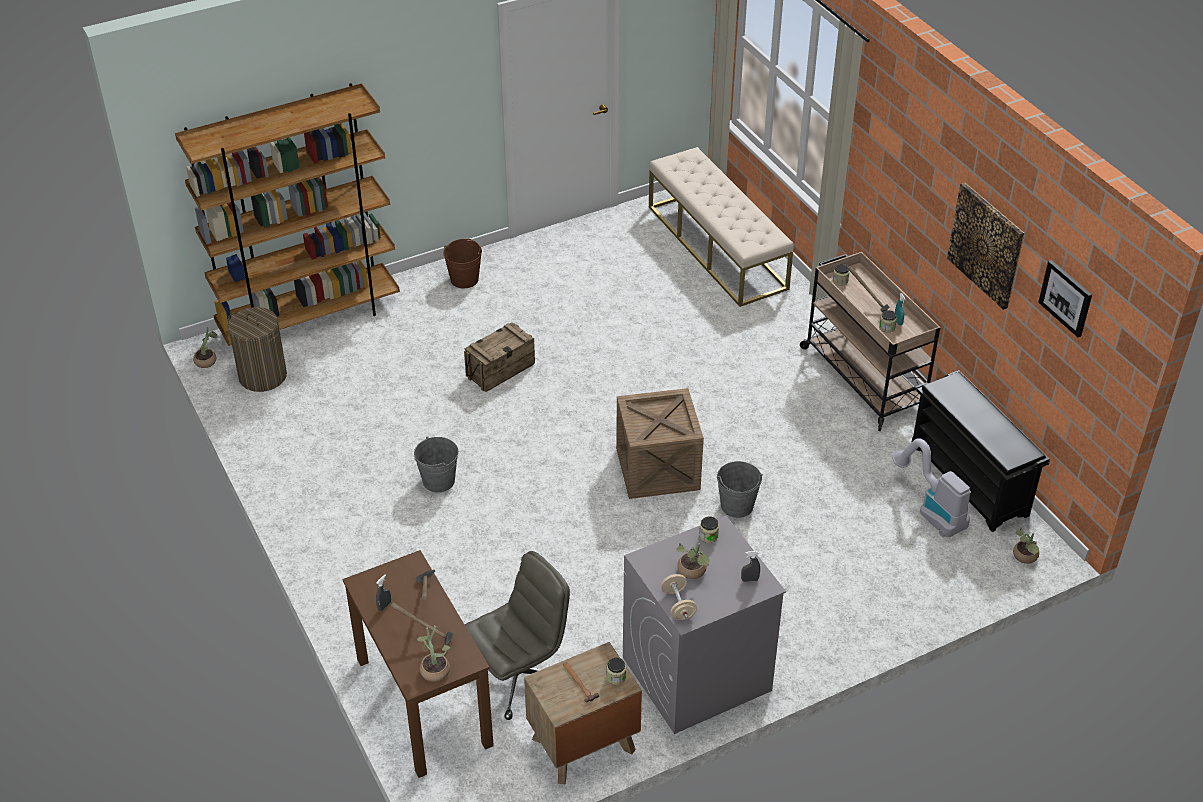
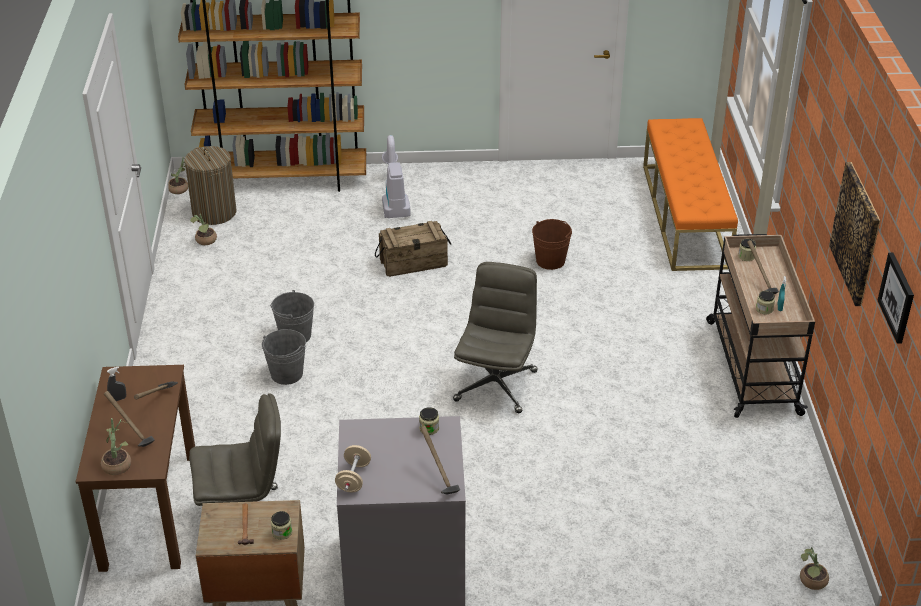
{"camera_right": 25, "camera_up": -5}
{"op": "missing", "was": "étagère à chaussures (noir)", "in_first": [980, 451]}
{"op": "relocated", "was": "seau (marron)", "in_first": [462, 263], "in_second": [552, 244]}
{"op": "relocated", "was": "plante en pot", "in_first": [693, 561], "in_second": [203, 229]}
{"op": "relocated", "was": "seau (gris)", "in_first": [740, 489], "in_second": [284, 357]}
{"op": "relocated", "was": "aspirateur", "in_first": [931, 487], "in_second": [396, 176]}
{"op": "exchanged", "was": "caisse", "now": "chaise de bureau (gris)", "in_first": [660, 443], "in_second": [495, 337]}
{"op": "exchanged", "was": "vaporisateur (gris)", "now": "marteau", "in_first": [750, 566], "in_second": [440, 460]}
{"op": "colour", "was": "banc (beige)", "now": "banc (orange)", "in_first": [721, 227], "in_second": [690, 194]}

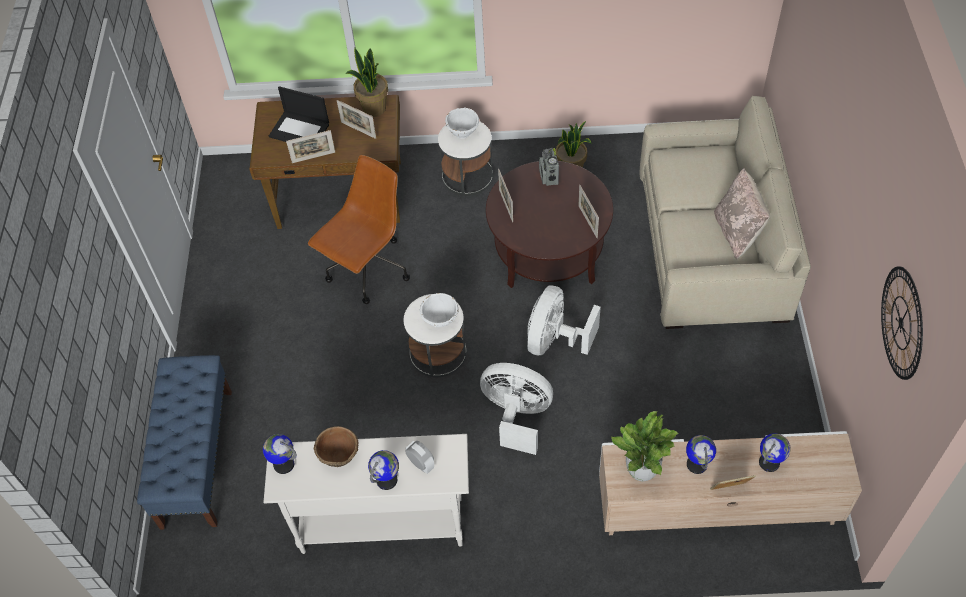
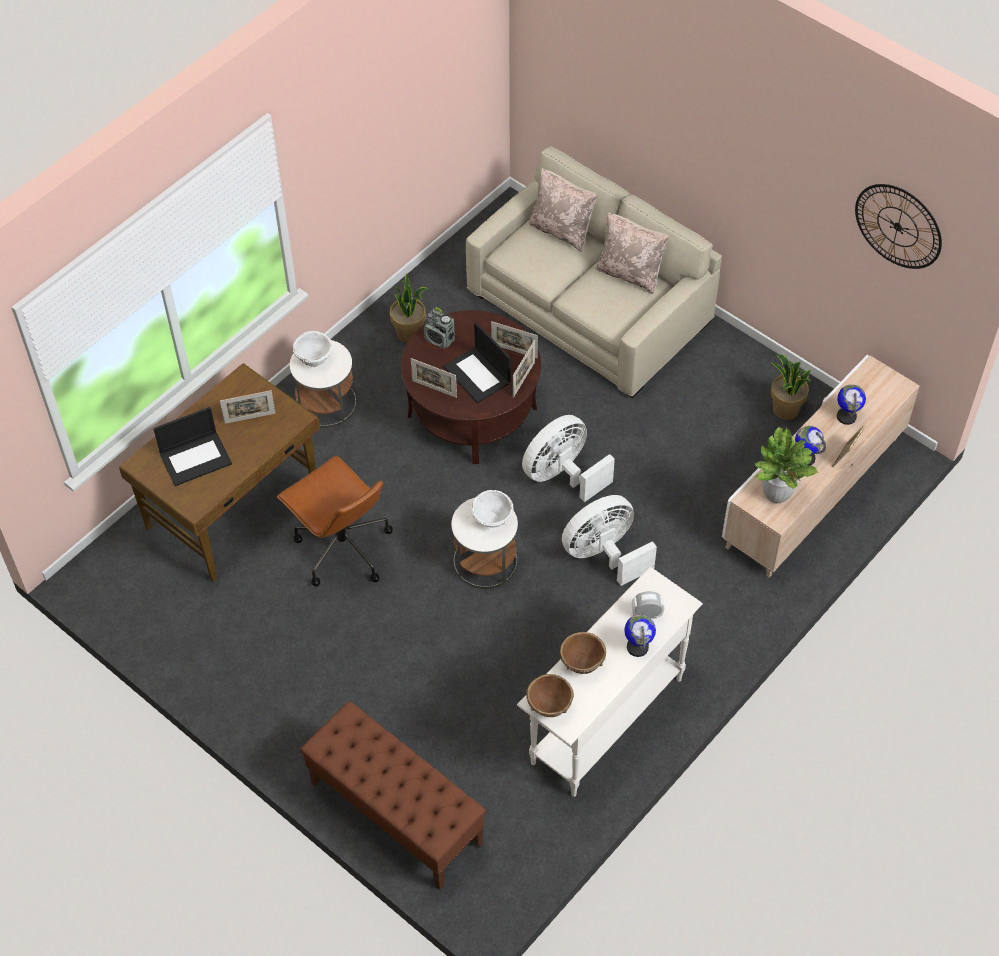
{"camera_right": -50, "camera_up": 0}
{"op": "appeared", "now": "ordinateur portable", "in_second": [476, 362]}
{"op": "appeared", "now": "coussin (beige)", "in_second": [562, 210]}
{"op": "relocated", "was": "cadre photo", "in_first": [310, 146], "in_second": [524, 369]}
{"op": "relocated", "was": "plante en pot", "in_first": [367, 82], "in_second": [791, 387]}
{"op": "exchanged", "was": "globe", "now": "bol (marron)", "in_first": [280, 454], "in_second": [550, 695]}
{"op": "colour", "was": "banc (bleu)", "now": "banc (marron)", "in_first": [184, 442], "in_second": [393, 795]}
{"op": "spun", "was": "chaise de bureau (marron)", "in_first": [359, 229], "in_second": [335, 521], "clockwise": 150}
{"op": "spun", "was": "ventilateur (blanc)", "in_first": [564, 320], "in_second": [568, 458], "clockwise": 75}

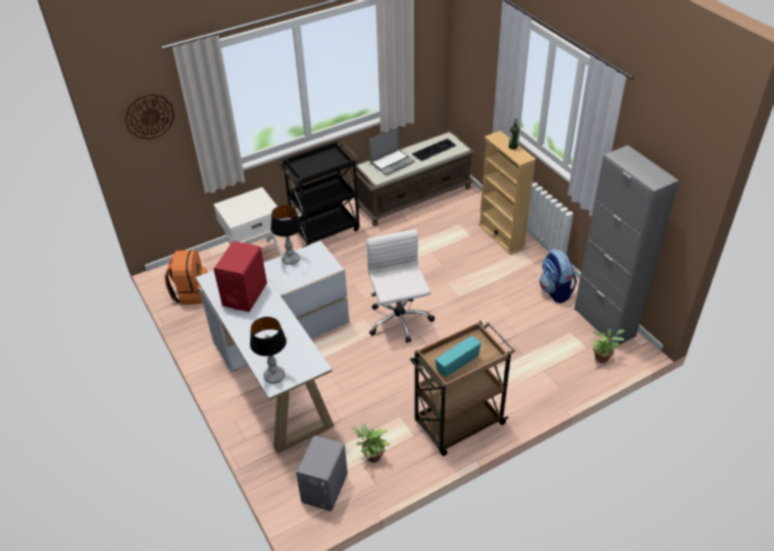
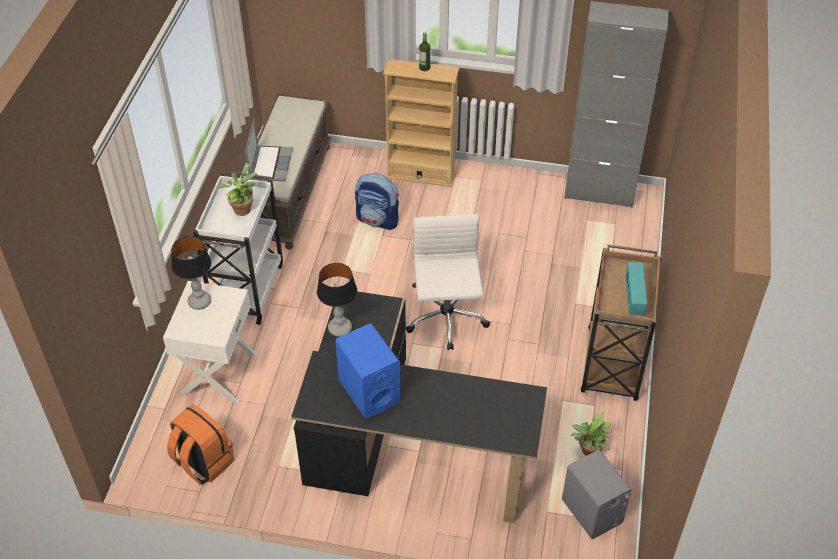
{"camera_right": -50, "camera_up": 5}
{"op": "missing", "was": "horloge murale", "in_first": [149, 117]}
{"op": "missing", "was": "clavier", "in_first": [434, 149]}
{"op": "relocated", "was": "lampe de table", "in_first": [268, 350], "in_second": [191, 273]}
{"op": "relocated", "was": "sac à dos", "in_first": [558, 275], "in_second": [377, 201]}
{"op": "relocated", "was": "plante en pot", "in_first": [609, 346], "in_second": [237, 190]}
{"op": "colour", "was": "bureau (blanc)", "now": "bureau (noir)", "in_first": [272, 347], "in_second": [419, 407]}
{"op": "colour", "was": "enceinte (rouge)", "now": "enceinte (bleu)", "in_first": [240, 276], "in_second": [368, 371]}
{"op": "colour", "was": "chariot (noir)", "now": "chariot (blanc)", "in_first": [319, 194], "in_second": [238, 248]}
{"op": "spun", "was": "chaise de bureau (blanc)", "in_first": [400, 286], "in_second": [448, 282], "clockwise": 60}

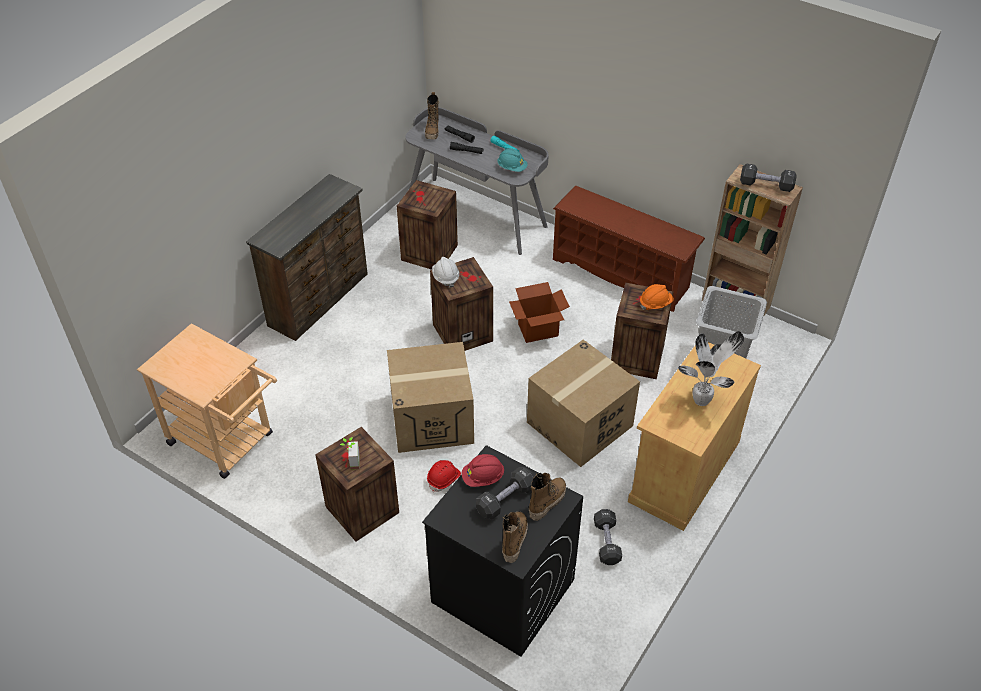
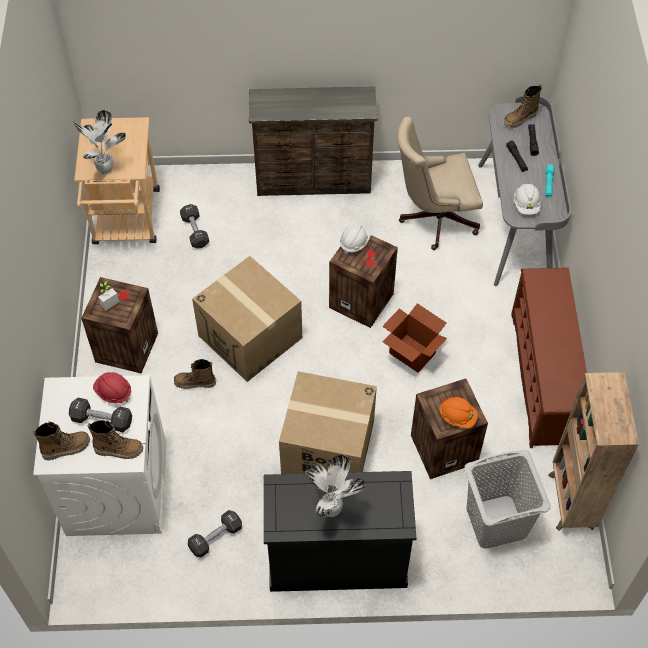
{"camera_right": 55, "camera_up": 10}
{"op": "appeared", "now": "plante en pot", "in_second": [99, 142]}
{"op": "relocated", "was": "haltère (noir)", "in_first": [768, 177], "in_second": [194, 226]}
{"op": "exchanged", "was": "caisse", "now": "chaise de bureau (beige)", "in_first": [427, 225], "in_second": [440, 183]}
{"op": "exchanged", "was": "casque de chantier (rouge)", "now": "botte", "in_first": [444, 476], "in_second": [195, 374]}
{"op": "colour", "was": "lave-linge (noir)", "now": "lave-linge (blanc)", "in_first": [502, 551], "in_second": [99, 455]}
{"op": "colour", "was": "casque de chantier (turquoise)", "now": "casque de chantier (blanc)", "in_first": [512, 160], "in_second": [527, 199]}
{"op": "colour", "was": "meuble de rangement (beige)", "now": "meuble de rangement (noir)", "in_first": [694, 436], "in_second": [340, 531]}

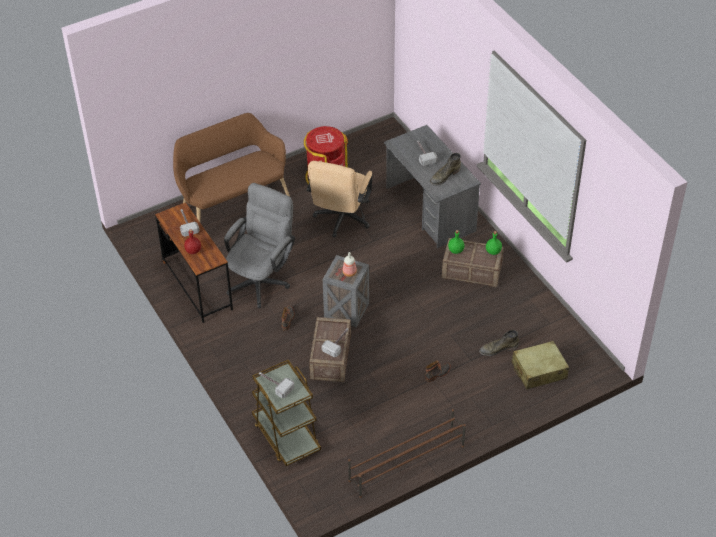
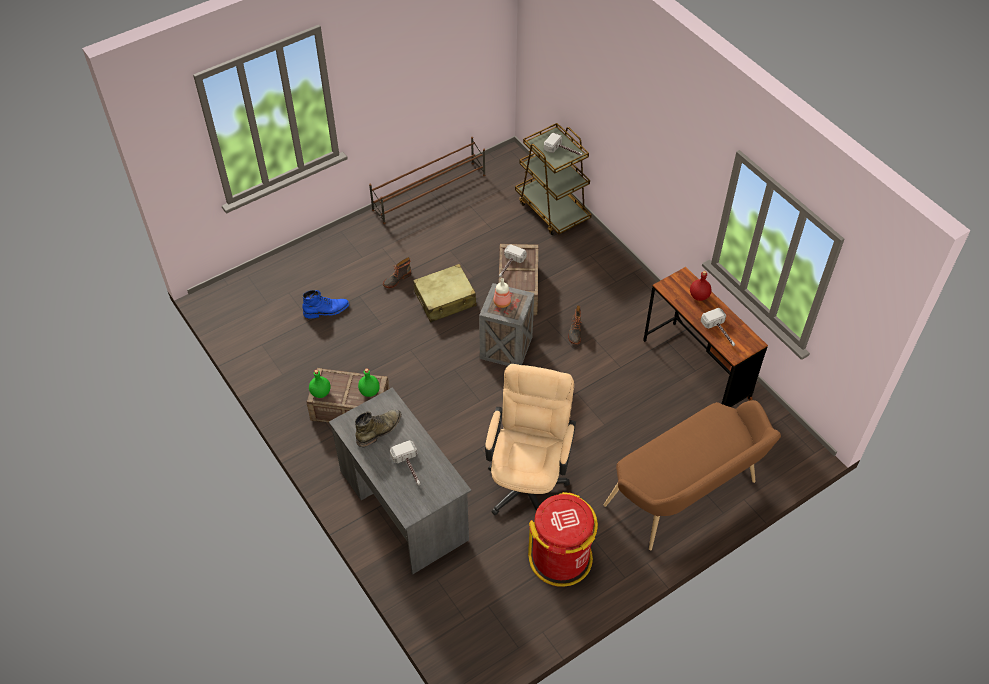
{"camera_right": 175, "camera_up": 5}
{"op": "missing", "was": "chaise de bureau (gris)", "in_first": [259, 245]}
{"op": "relocated", "was": "valise (beige)", "in_first": [540, 365], "in_second": [445, 293]}
{"op": "colour", "was": "botte (vert)", "now": "botte (bleu)", "in_first": [499, 343], "in_second": [325, 304]}

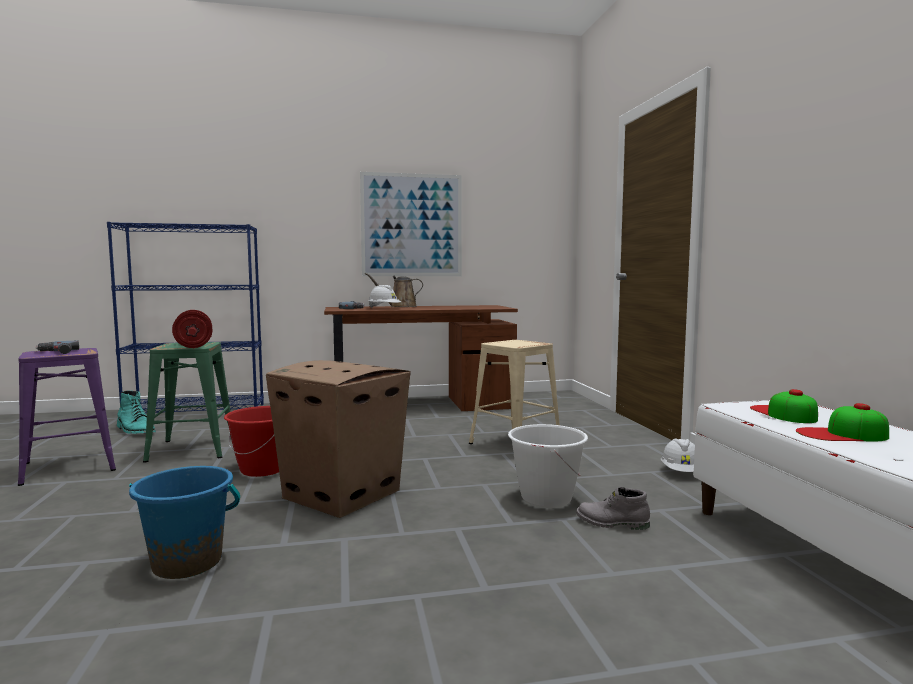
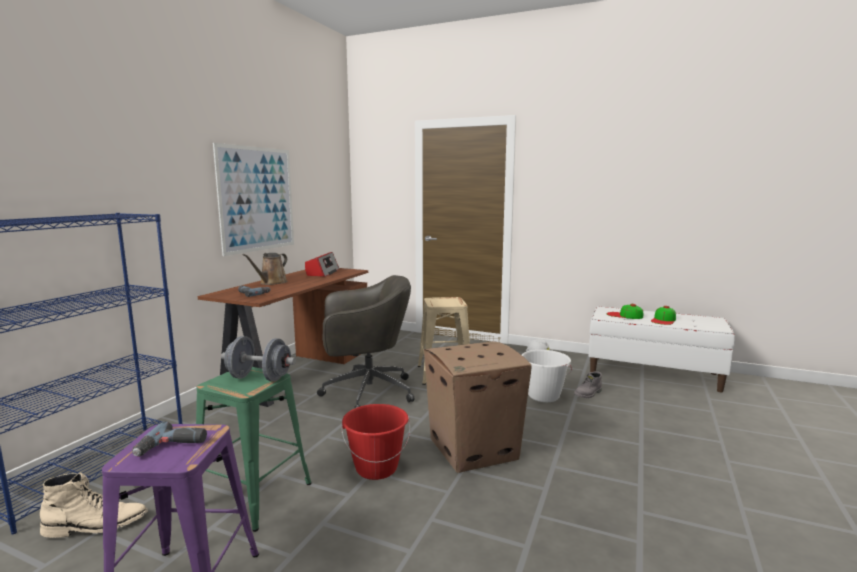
{"camera_right": -55, "camera_up": 5}
{"op": "missing", "was": "seau (bleu)", "in_first": [184, 522]}
{"op": "missing", "was": "casque de chantier (blanc)", "in_first": [384, 296]}
{"op": "appeared", "now": "radio", "in_second": [322, 264]}
{"op": "appeared", "now": "chaise de bureau (gris)", "in_second": [365, 342]}
{"op": "colour", "was": "botte (turquoise)", "now": "botte (beige)", "in_first": [136, 412], "in_second": [94, 505]}
{"op": "colour", "was": "haltère (rouge)", "now": "haltère (gris)", "in_first": [192, 329], "in_second": [258, 358]}

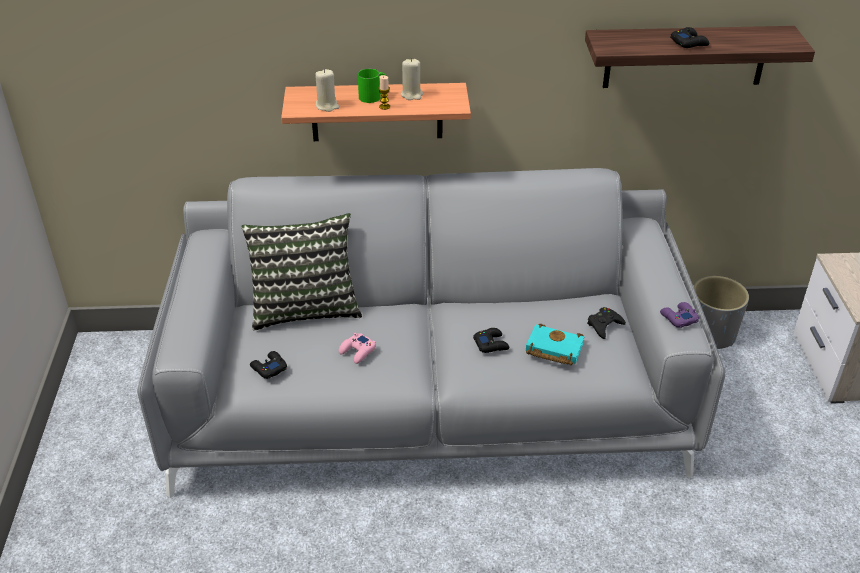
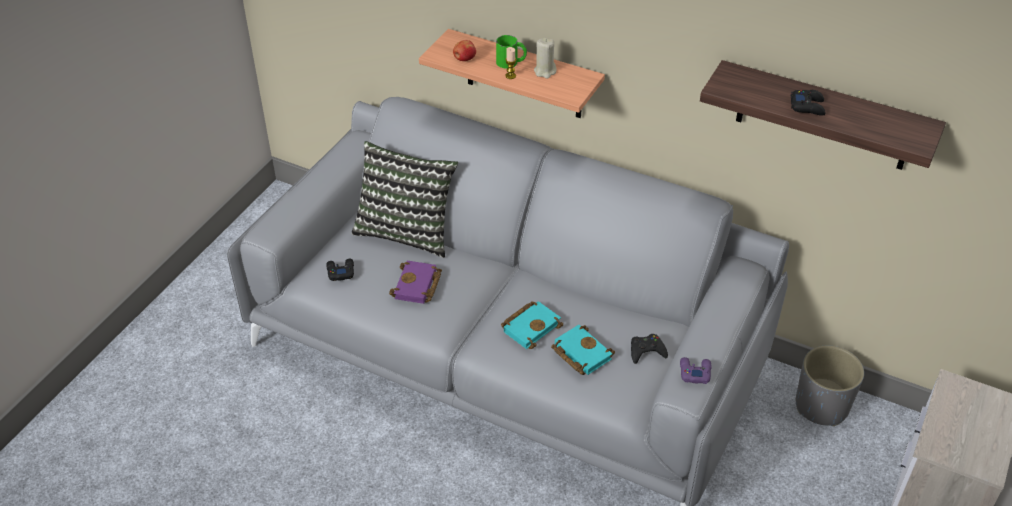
{"camera_right": 30, "camera_up": 5}
{"op": "exchanged", "was": "bougie (beige)", "now": "pomme", "in_first": [327, 90], "in_second": [464, 50]}
{"op": "exchanged", "was": "manette (rose)", "now": "livre (violet)", "in_first": [357, 348], "in_second": [415, 282]}
{"op": "exchanged", "was": "manette (noir)", "now": "livre (turquoise)", "in_first": [491, 340], "in_second": [532, 325]}

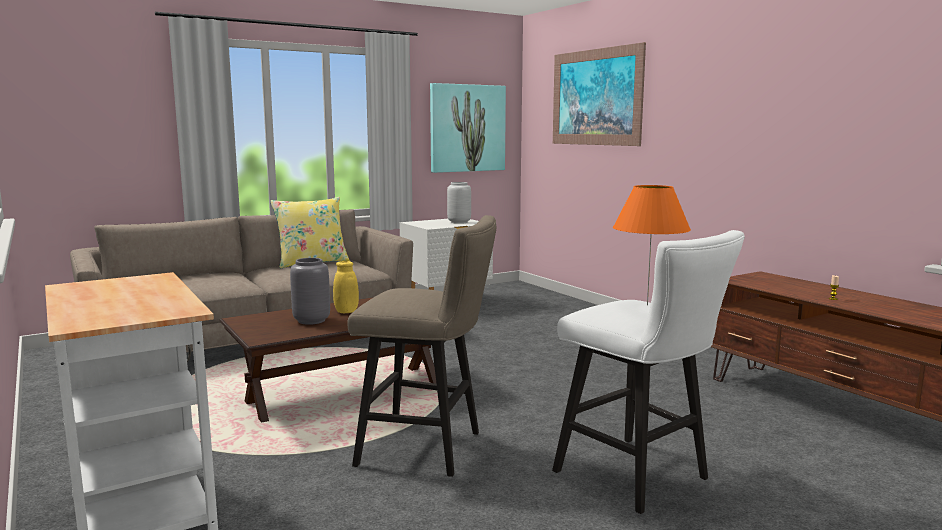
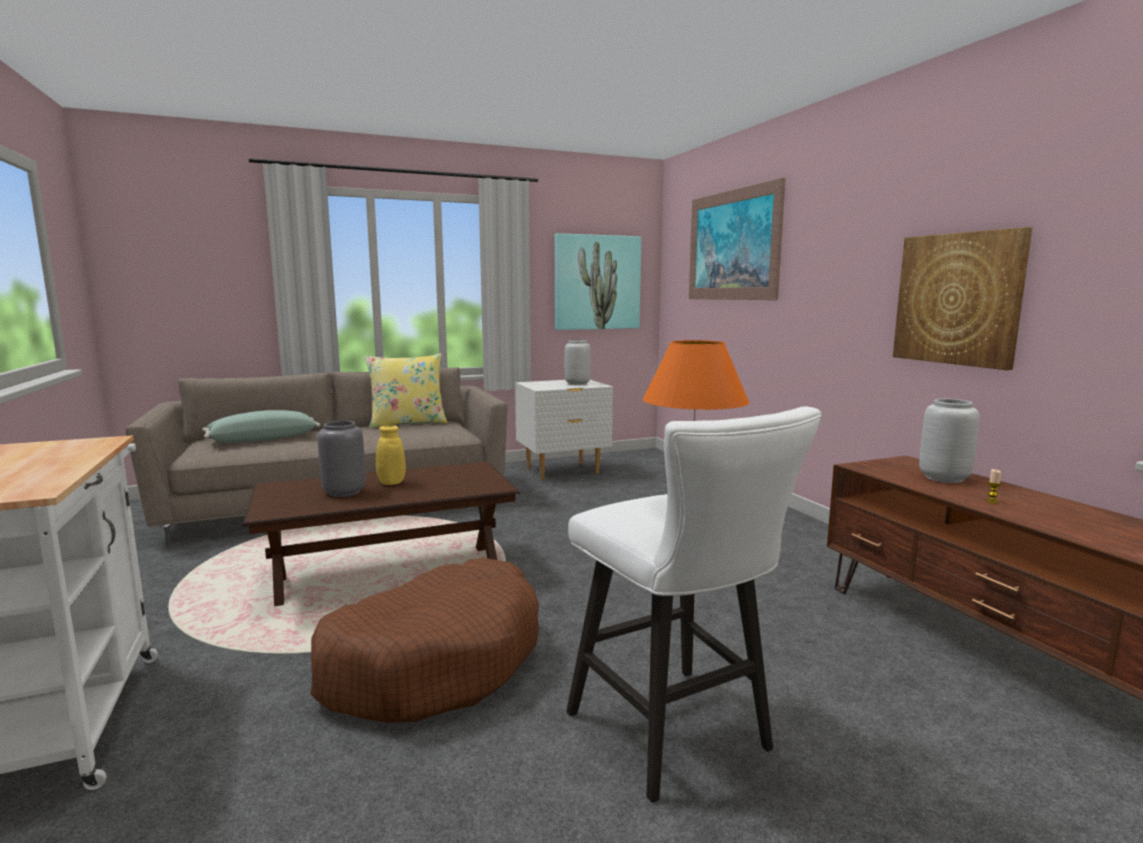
{"camera_right": 10, "camera_up": 0}
{"op": "appeared", "now": "coussin (vert)", "in_second": [261, 426]}
{"op": "appeared", "now": "tableau", "in_second": [962, 298]}
{"op": "appeared", "now": "vase (gris)", "in_second": [949, 441]}
{"op": "exchanged", "was": "tabouret (beige)", "now": "panier pour chien (marron)", "in_first": [421, 346], "in_second": [424, 640]}

